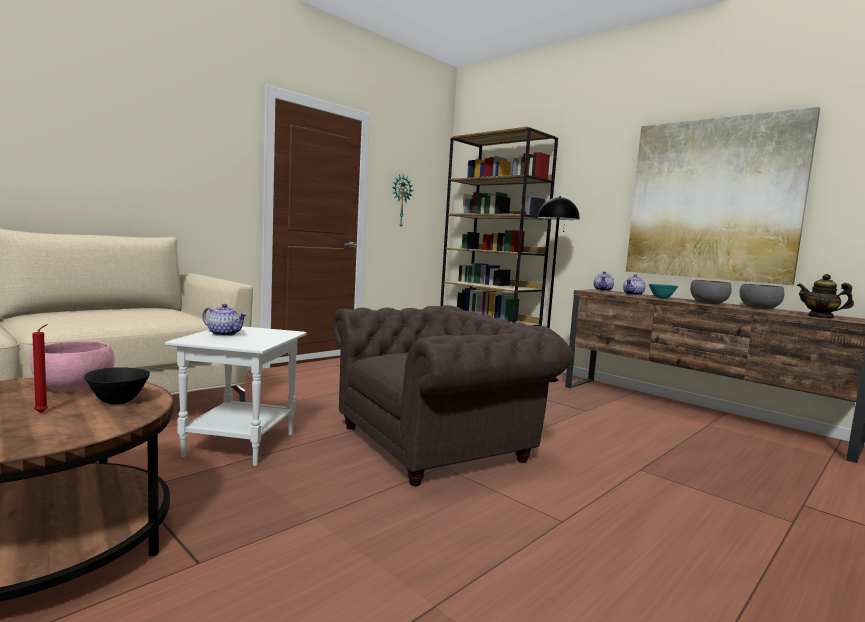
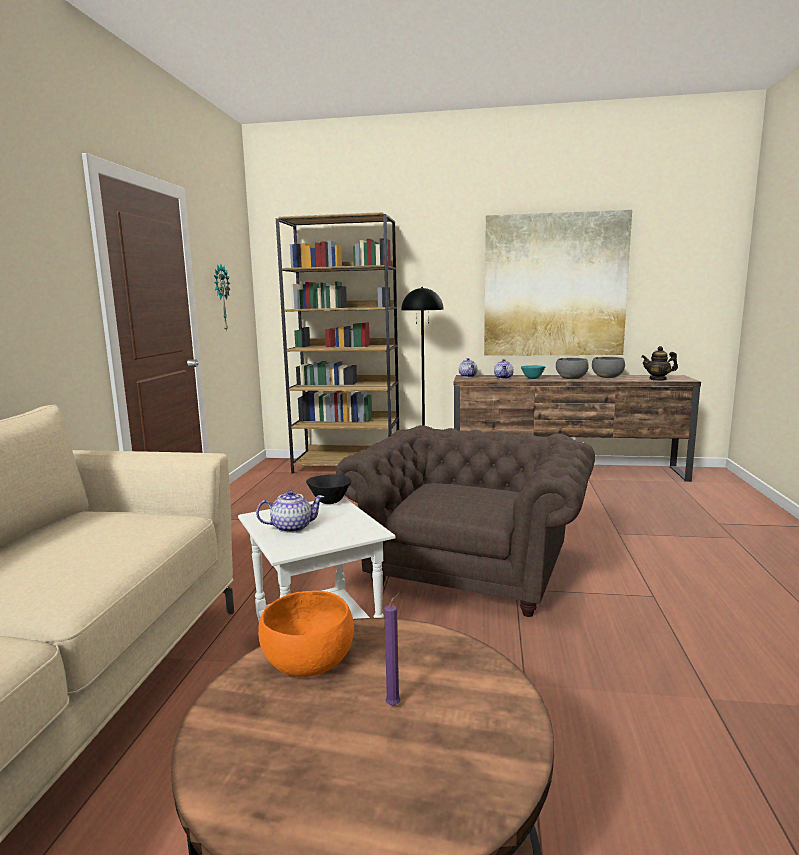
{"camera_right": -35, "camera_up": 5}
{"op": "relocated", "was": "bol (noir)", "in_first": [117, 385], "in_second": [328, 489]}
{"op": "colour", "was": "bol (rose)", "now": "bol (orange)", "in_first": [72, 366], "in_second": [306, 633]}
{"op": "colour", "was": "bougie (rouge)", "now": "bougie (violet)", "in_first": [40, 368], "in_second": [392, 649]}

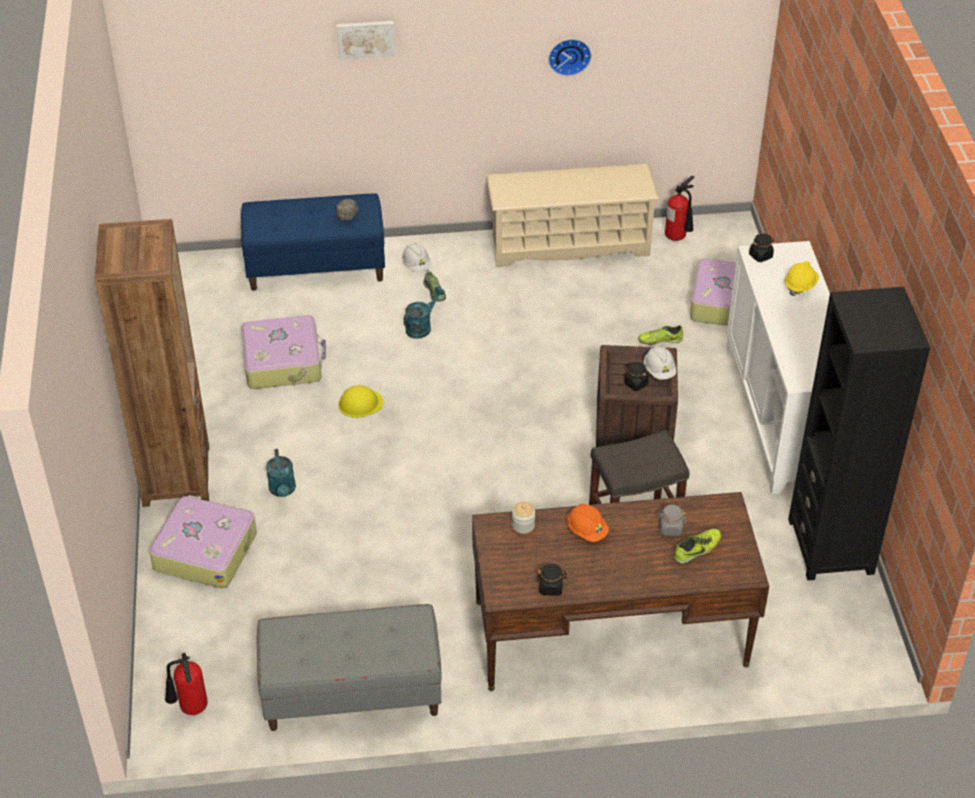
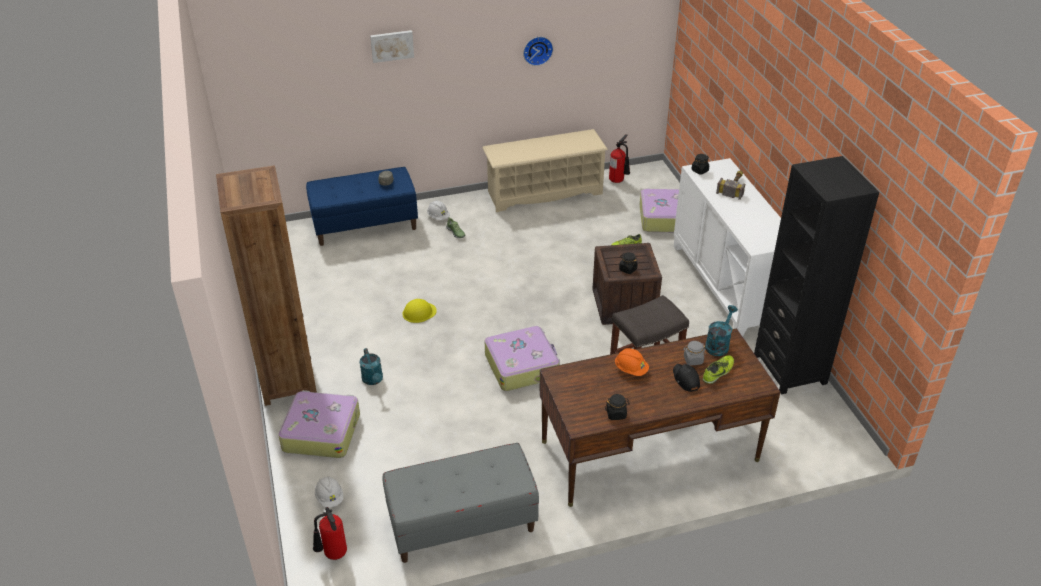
{"camera_right": -10, "camera_up": -5}
{"op": "missing", "was": "bocal", "in_first": [523, 518]}
{"op": "appeared", "now": "casquette (noir)", "in_second": [686, 378]}
{"op": "relocated", "was": "valise", "in_first": [283, 352], "in_second": [522, 358]}
{"op": "relocated", "was": "arrosoir (turquoise)", "in_first": [424, 313], "in_second": [721, 330]}
{"op": "relocated", "was": "casque de chantier (blanc)", "in_first": [660, 363], "in_second": [329, 492]}
{"op": "exchanged", "was": "casque de chantier (jaune)", "now": "marteau", "in_first": [802, 278], "in_second": [730, 185]}

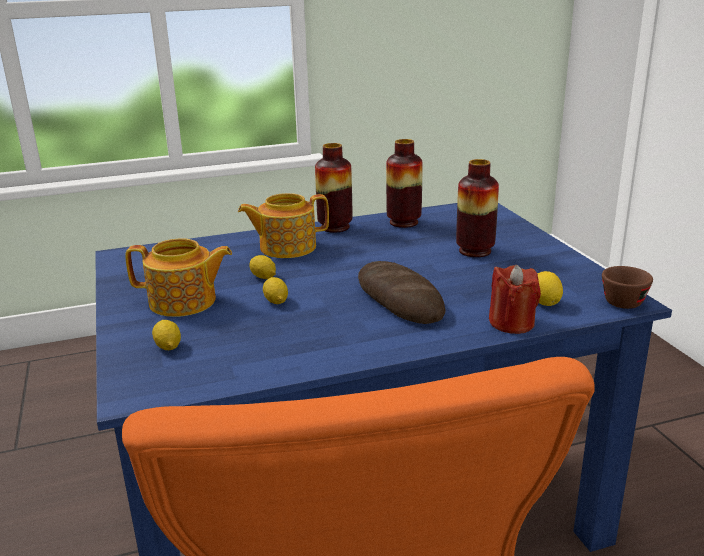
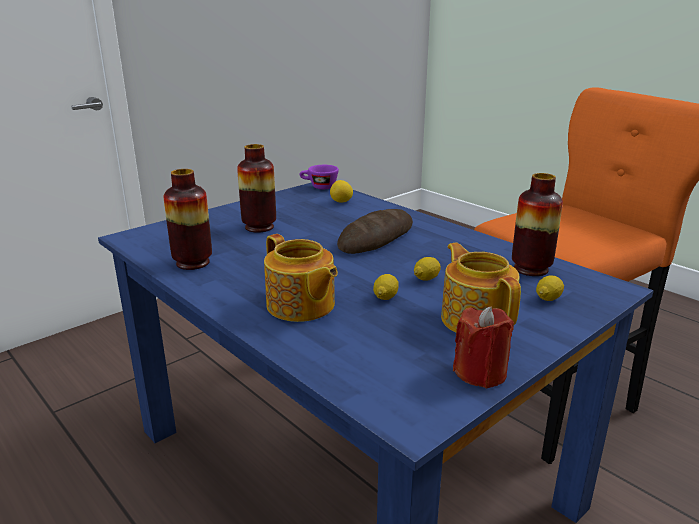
{"camera_right": -115, "camera_up": 0}
{"op": "relocated", "was": "vase", "in_first": [334, 188], "in_second": [537, 224]}
{"op": "relocated", "was": "bougie (rouge)", "in_first": [515, 299], "in_second": [483, 347]}
{"op": "colour", "was": "tasse (marron)", "now": "tasse (violet)", "in_first": [627, 287], "in_second": [319, 177]}

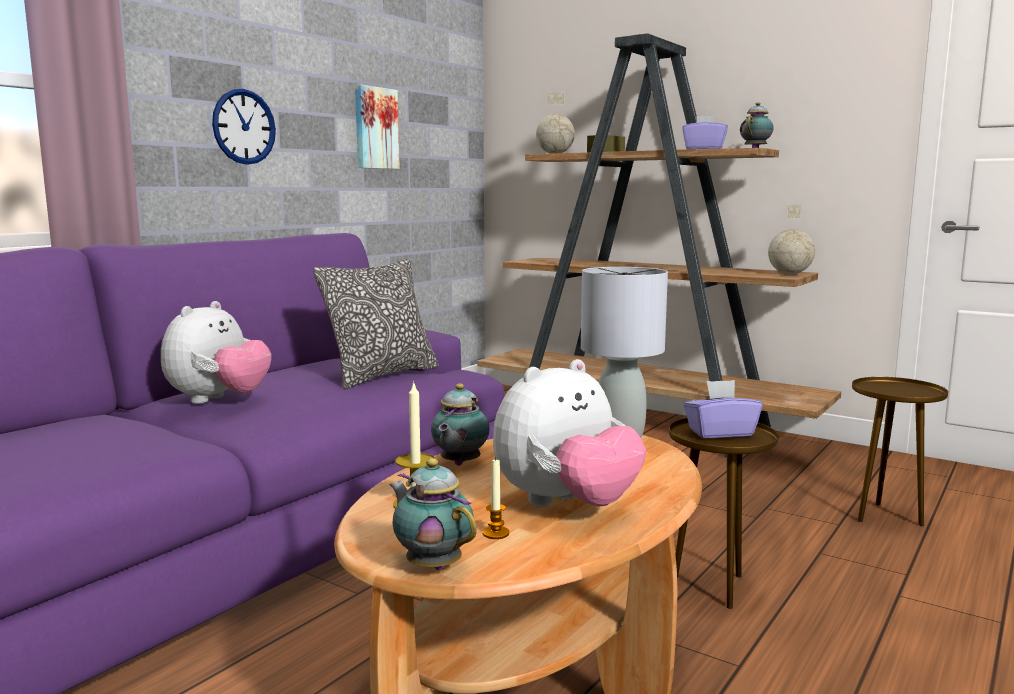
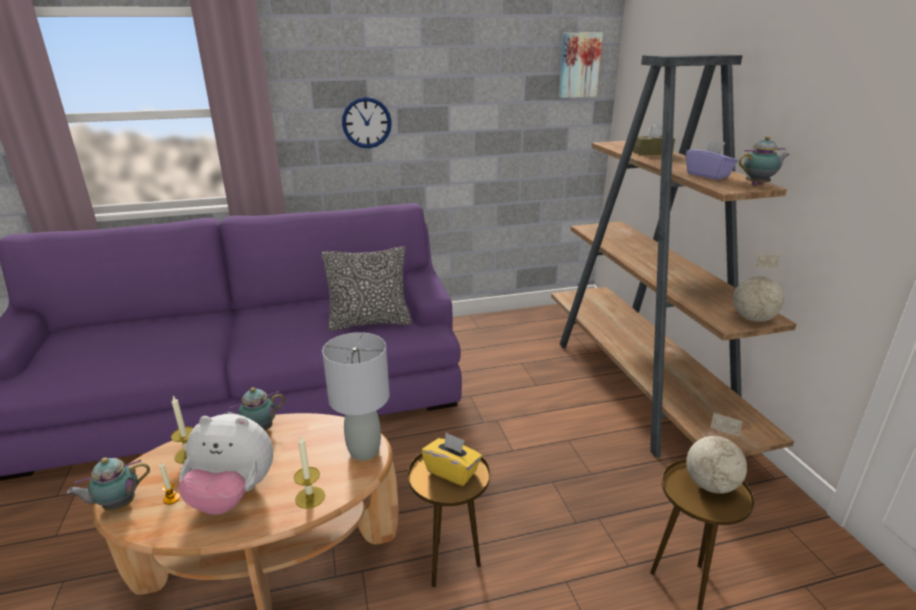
{"camera_right": 40, "camera_up": 15}
{"op": "missing", "was": "peluche", "in_first": [216, 352]}
{"op": "appeared", "now": "bougie", "in_second": [309, 472]}
{"op": "relocated", "was": "tableau", "in_first": [377, 127], "in_second": [581, 65]}
{"op": "relocated", "was": "globe", "in_first": [555, 122], "in_second": [716, 453]}
{"op": "colour", "was": "boîte à mouchoirs (violet)", "now": "boîte à mouchoirs (jaune)", "in_first": [723, 409], "in_second": [452, 459]}
{"op": "spun", "was": "théière", "in_first": [433, 514], "in_second": [108, 484], "clockwise": -120}

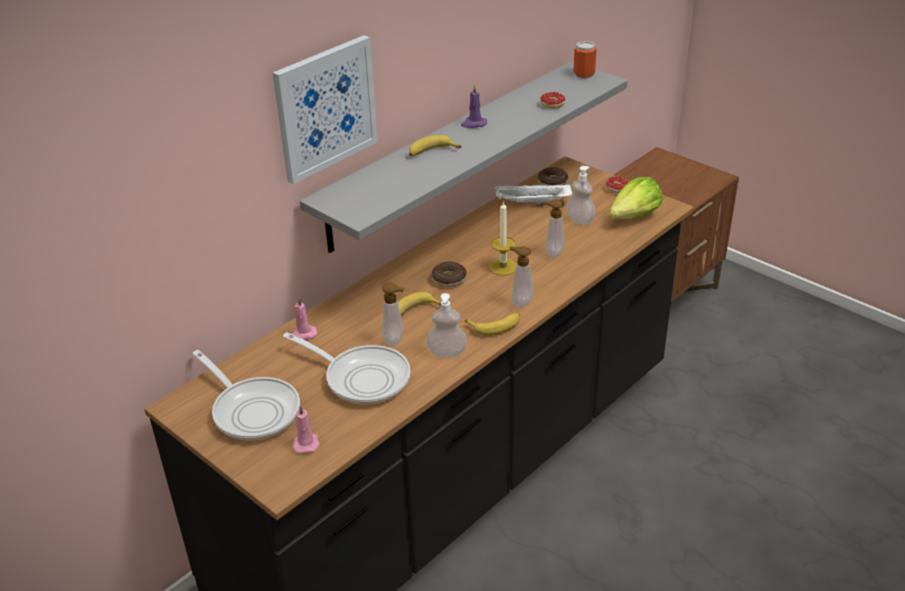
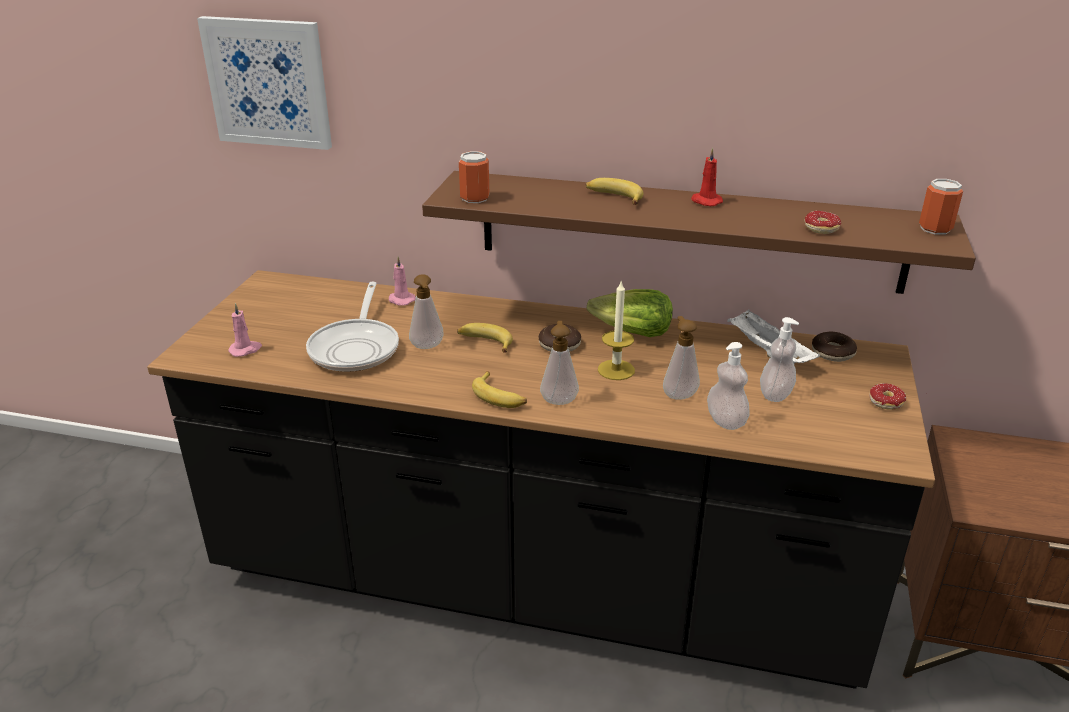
{"camera_right": 60, "camera_up": -5}
{"op": "missing", "was": "poêle", "in_first": [246, 395]}
{"op": "appeared", "now": "boîte métallique", "in_second": [474, 177]}
{"op": "relocated", "was": "tableau", "in_first": [325, 109], "in_second": [264, 83]}
{"op": "relocated", "was": "distributeur de savon", "in_first": [446, 325], "in_second": [728, 386]}
{"op": "relocated", "was": "laitue", "in_first": [635, 198], "in_second": [630, 313]}
{"op": "colour", "was": "étagère (gris)", "now": "étagère (marron)", "in_first": [464, 157], "in_second": [699, 232]}
{"op": "colour", "was": "bougie (violet)", "now": "bougie (rouge)", "in_first": [474, 106], "in_second": [707, 177]}

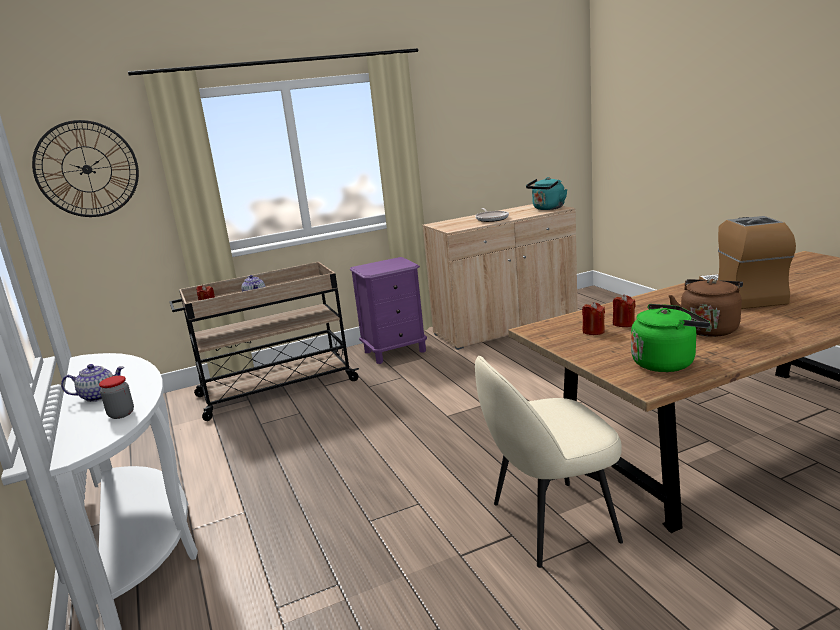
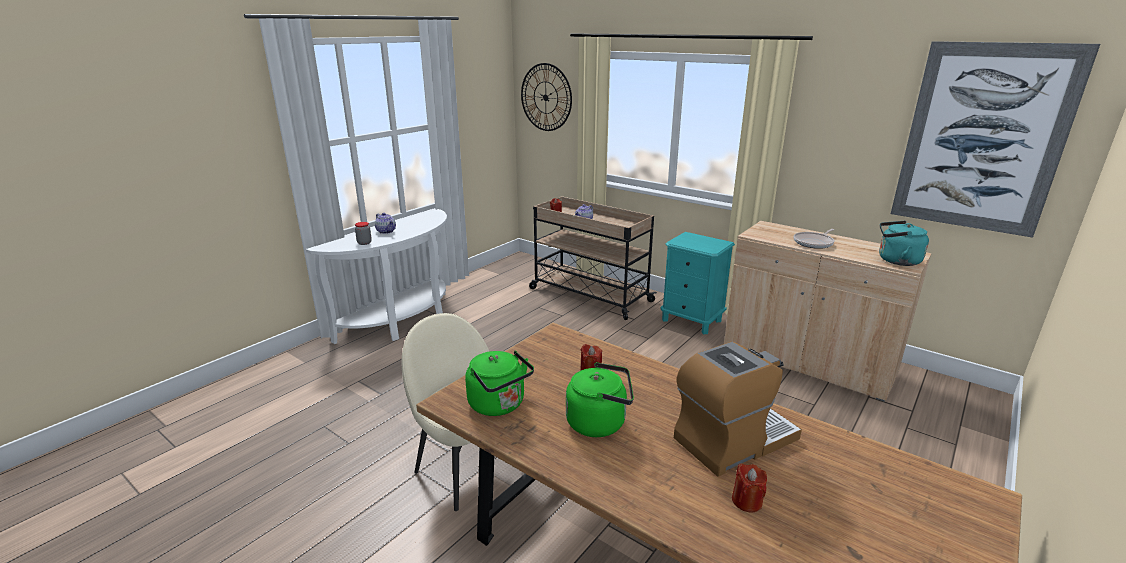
{"camera_right": 60, "camera_up": 5}
{"op": "appeared", "now": "tableau", "in_second": [995, 139]}
{"op": "relocated", "was": "bougie (rouge)", "in_first": [593, 318], "in_second": [749, 488]}
{"op": "colour", "was": "table de chevet (violet)", "now": "table de chevet (turquoise)", "in_first": [388, 310], "in_second": [697, 283]}
{"op": "colour", "was": "bouilloire (marron)", "now": "bouilloire (vert)", "in_first": [706, 308], "in_second": [600, 399]}

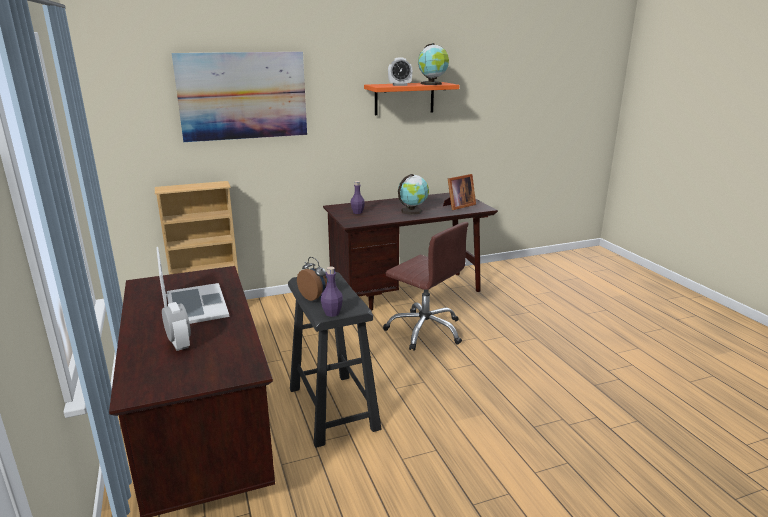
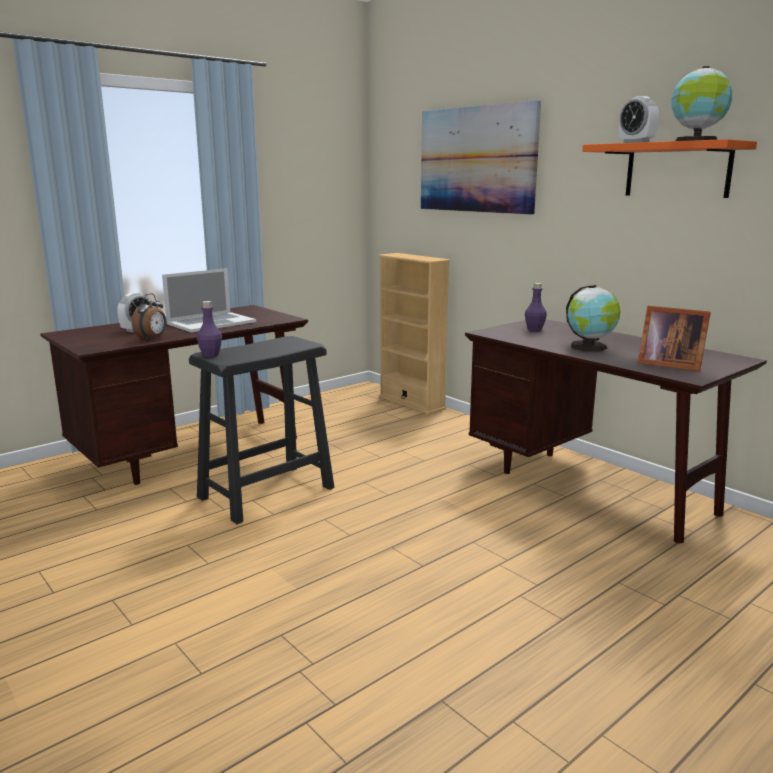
{"camera_right": 70, "camera_up": -5}
{"op": "missing", "was": "chaise de bureau (marron)", "in_first": [425, 286]}
{"op": "relocated", "was": "réveil", "in_first": [312, 279], "in_second": [149, 317]}

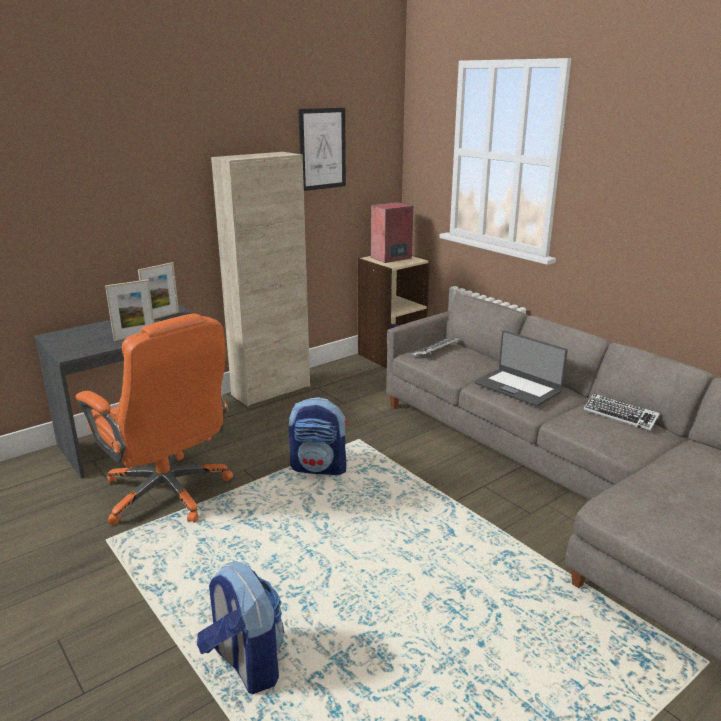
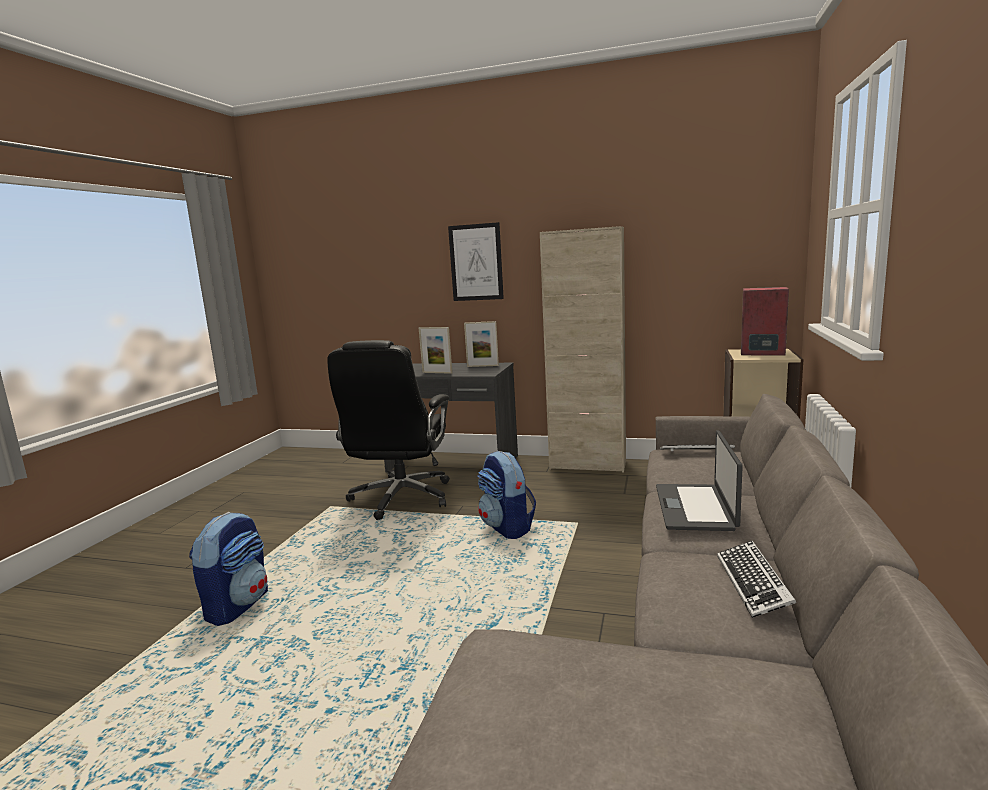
{"camera_right": 55, "camera_up": -10}
{"op": "relocated", "was": "tableau", "in_first": [322, 149], "in_second": [476, 261]}
{"op": "colour", "was": "chaise de bureau (orange)", "now": "chaise de bureau (noir)", "in_first": [154, 419], "in_second": [388, 430]}

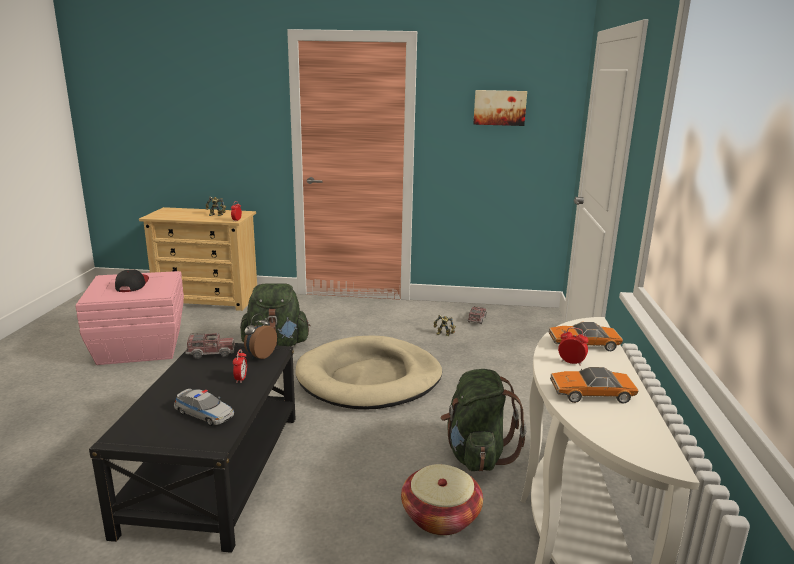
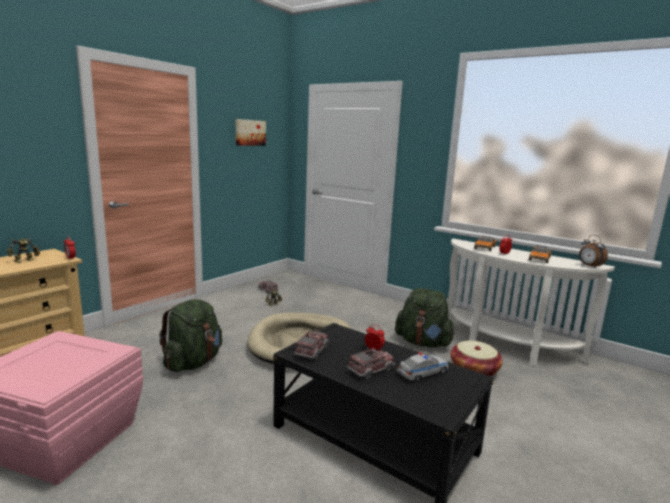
{"camera_right": -60, "camera_up": -5}
{"op": "missing", "was": "casquette", "in_first": [132, 280]}
{"op": "appeared", "now": "camion jouet", "in_second": [371, 363]}
{"op": "relocated", "was": "réveil", "in_first": [260, 336], "in_second": [593, 251]}

